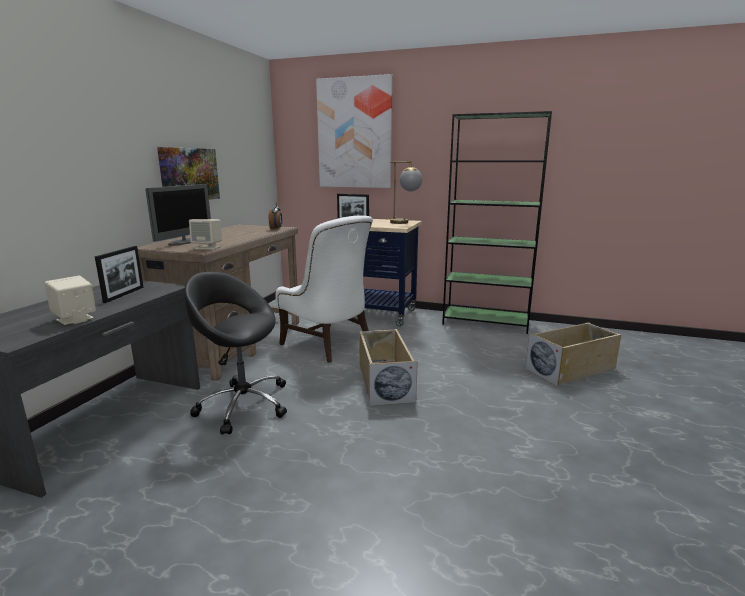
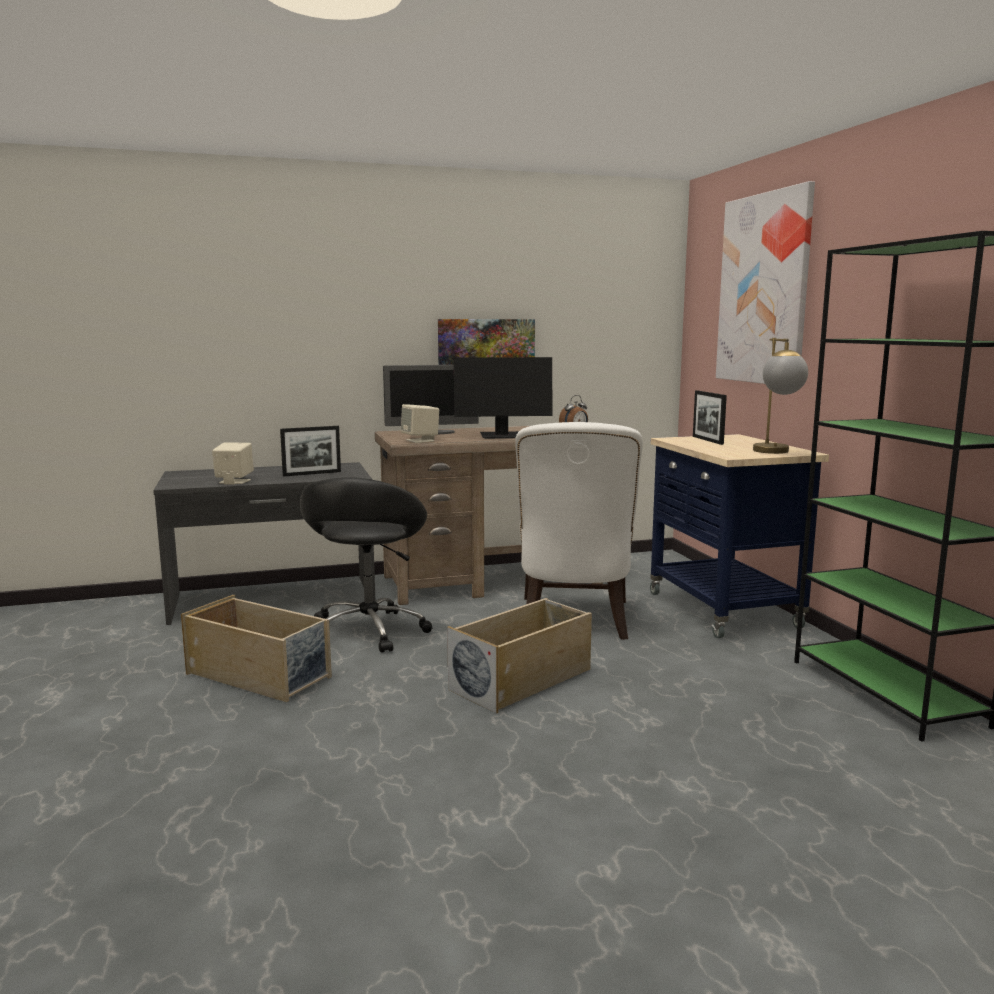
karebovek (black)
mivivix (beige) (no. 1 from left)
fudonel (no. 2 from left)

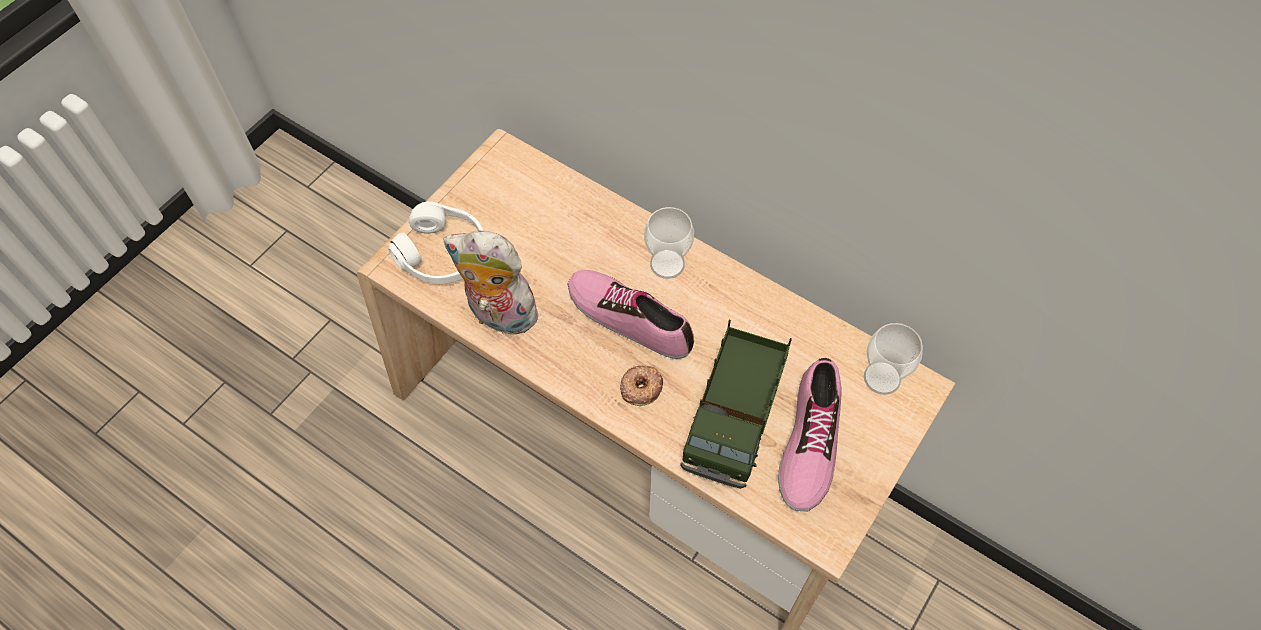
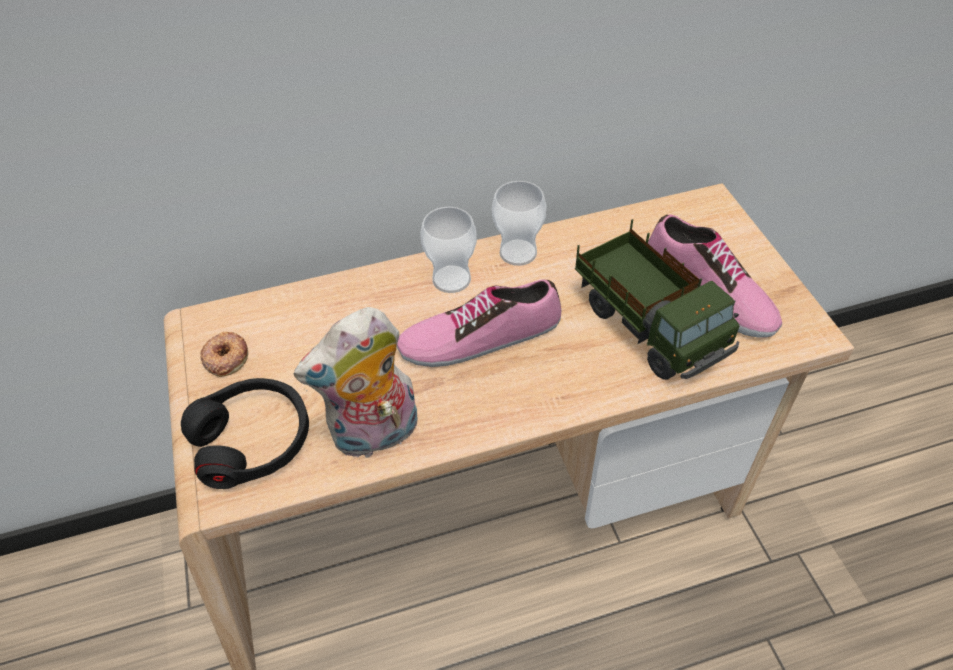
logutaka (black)
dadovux
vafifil (no. 2 from left)

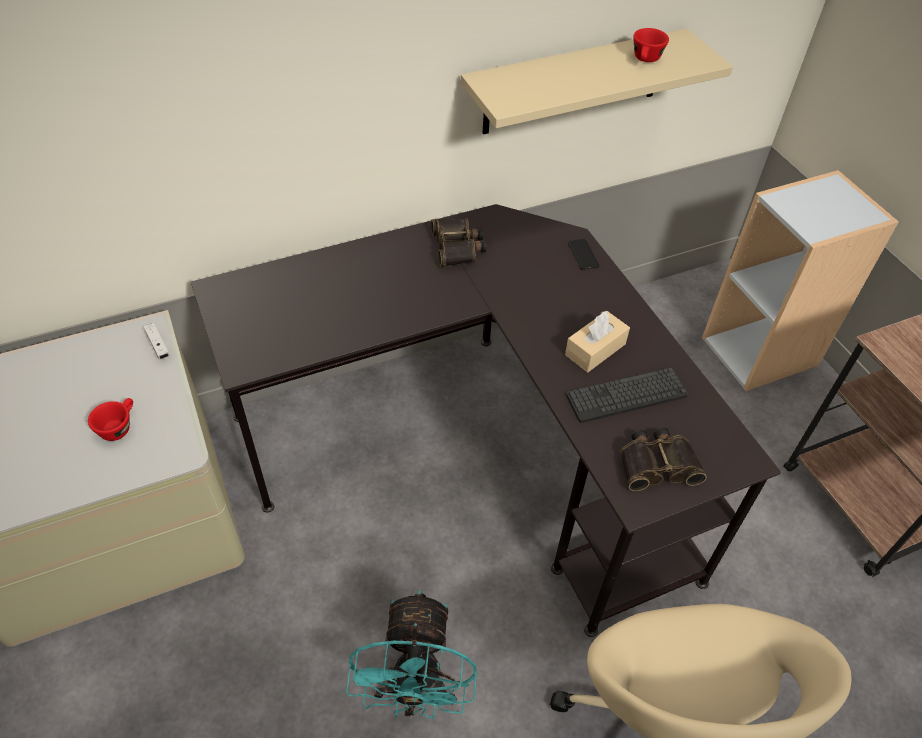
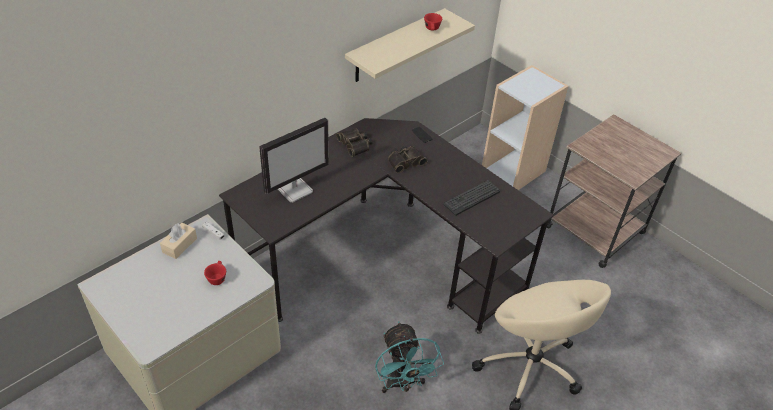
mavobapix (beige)
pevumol (no. 2 from left)
fudonel

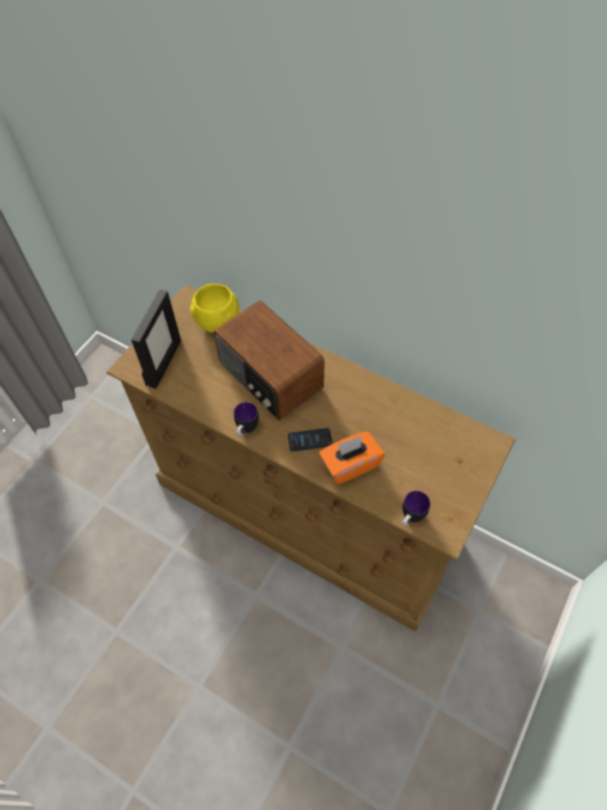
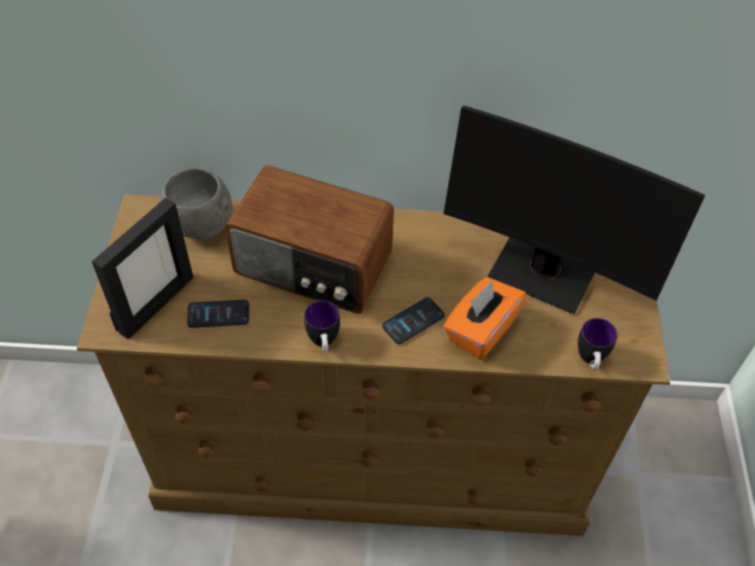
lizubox
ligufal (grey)
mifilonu (no. 1 from left)
fudonel

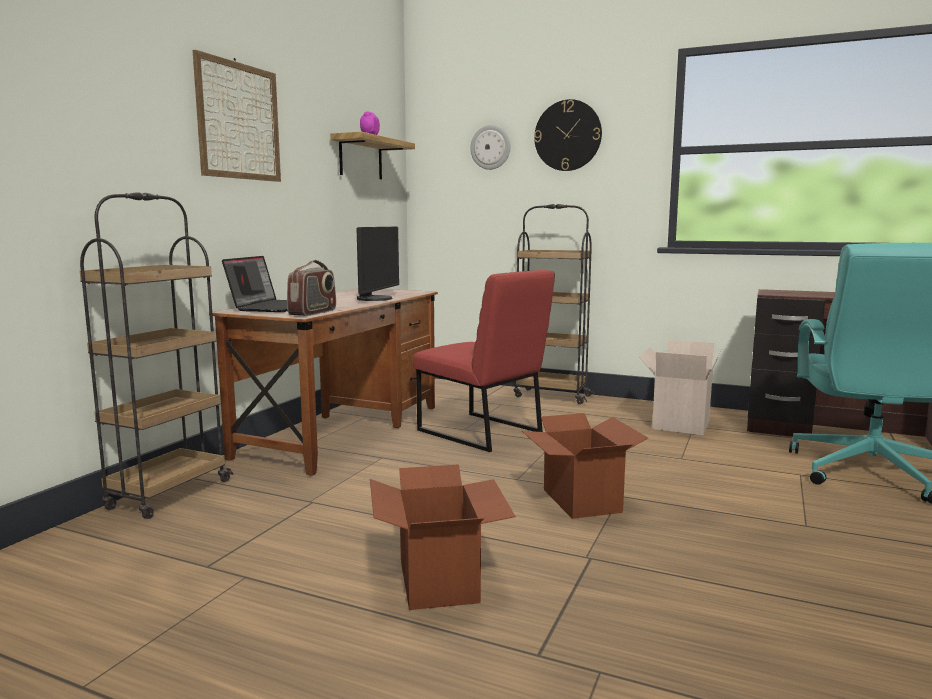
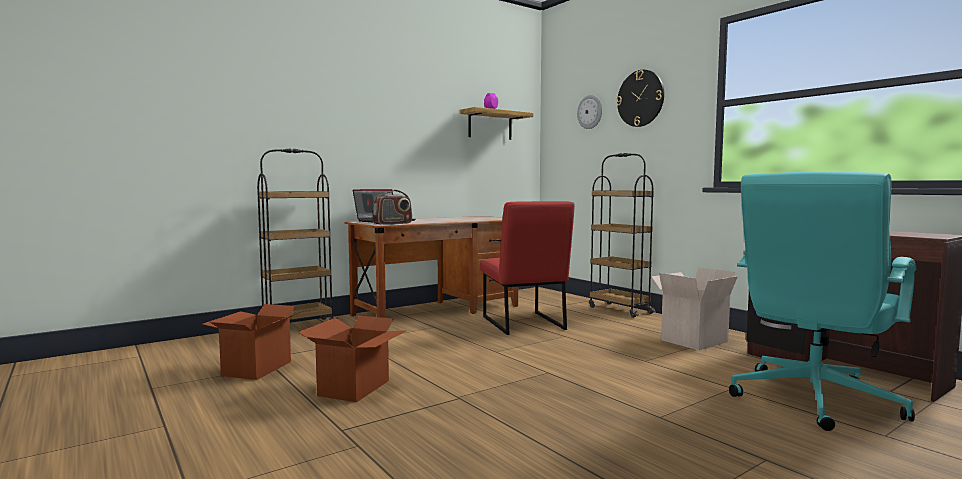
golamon
fudonel
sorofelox (no. 1 from left)

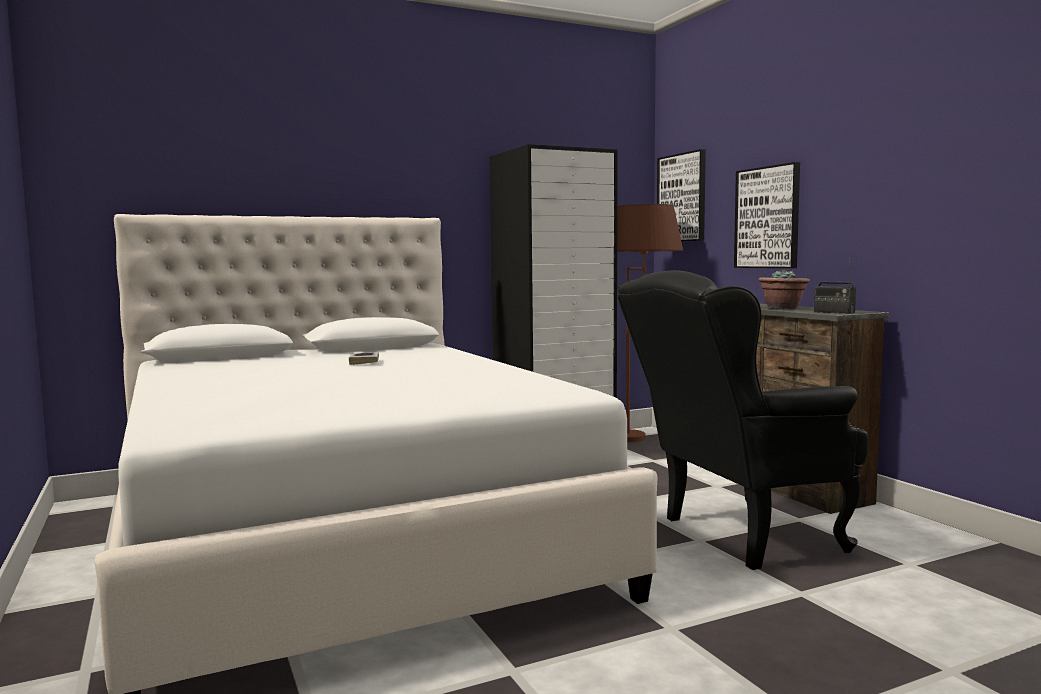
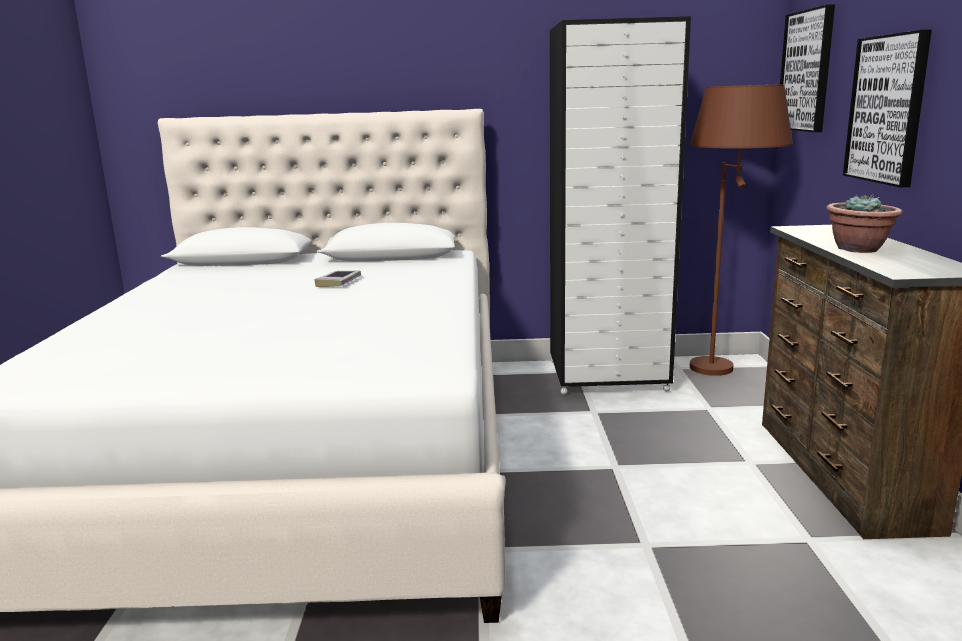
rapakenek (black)
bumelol

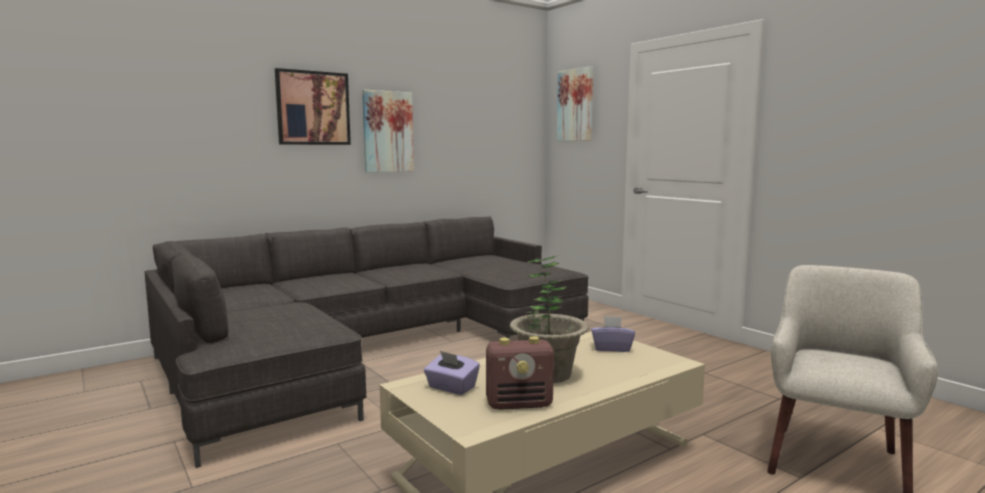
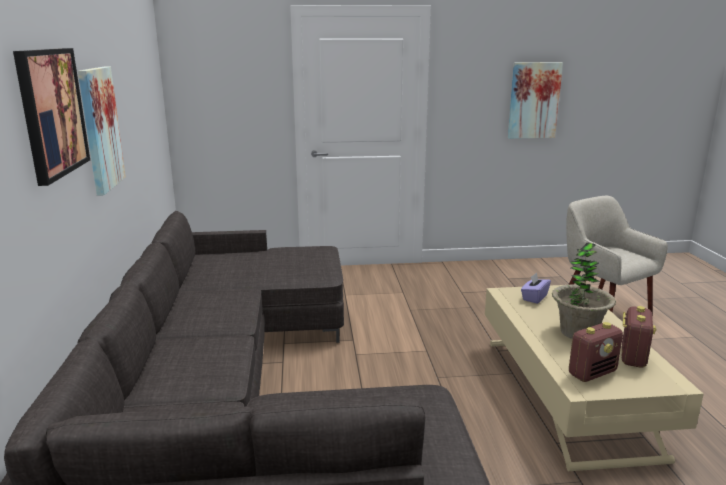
bumelol (no. 1 from left)
golamon (no. 3 from left)

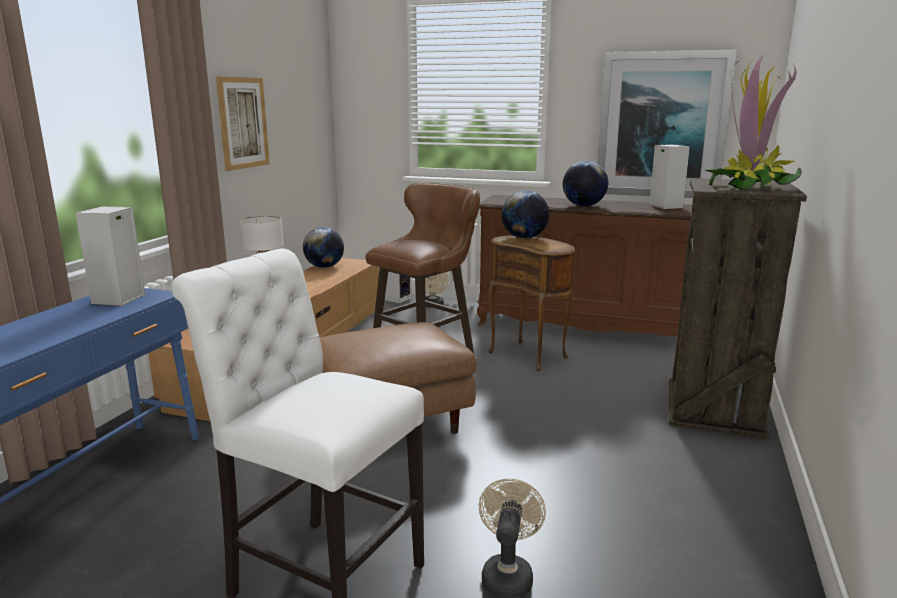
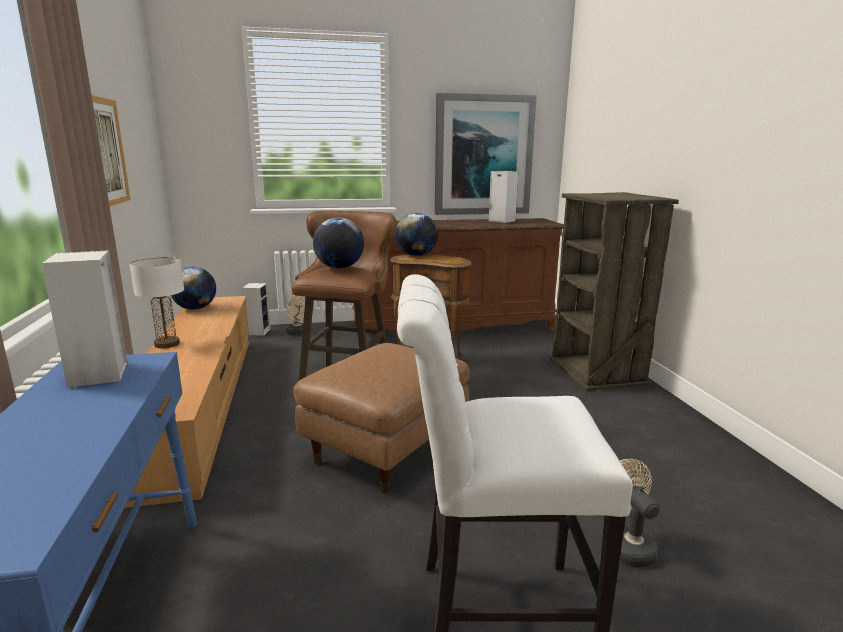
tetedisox (no. 2 from left)
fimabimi

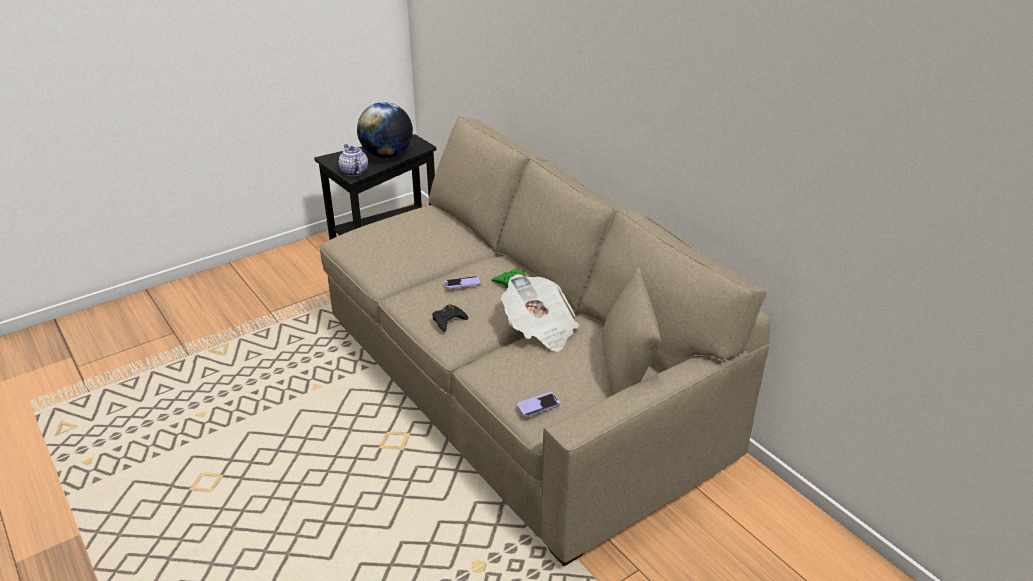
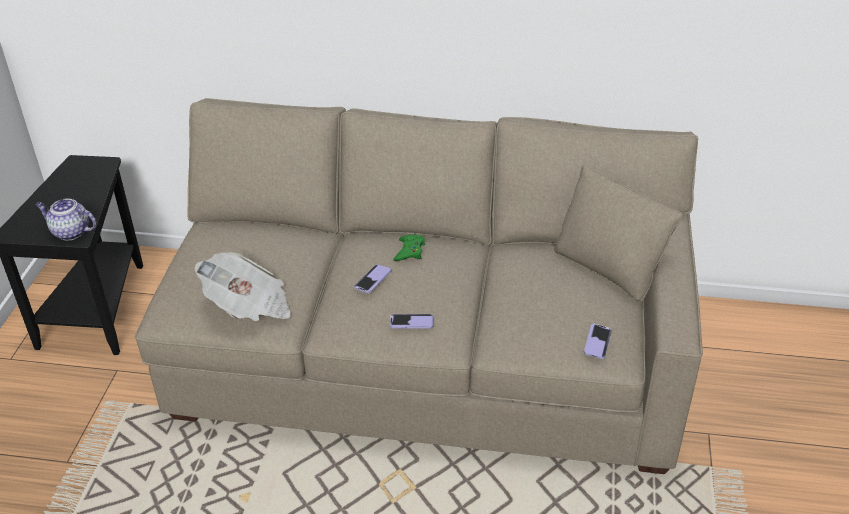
tetedisox
mifilonu (no. 2 from left)
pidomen

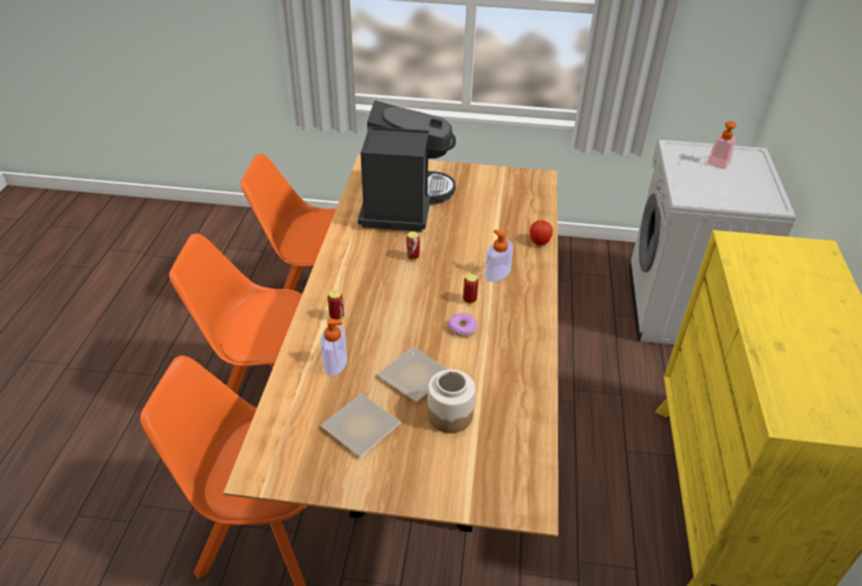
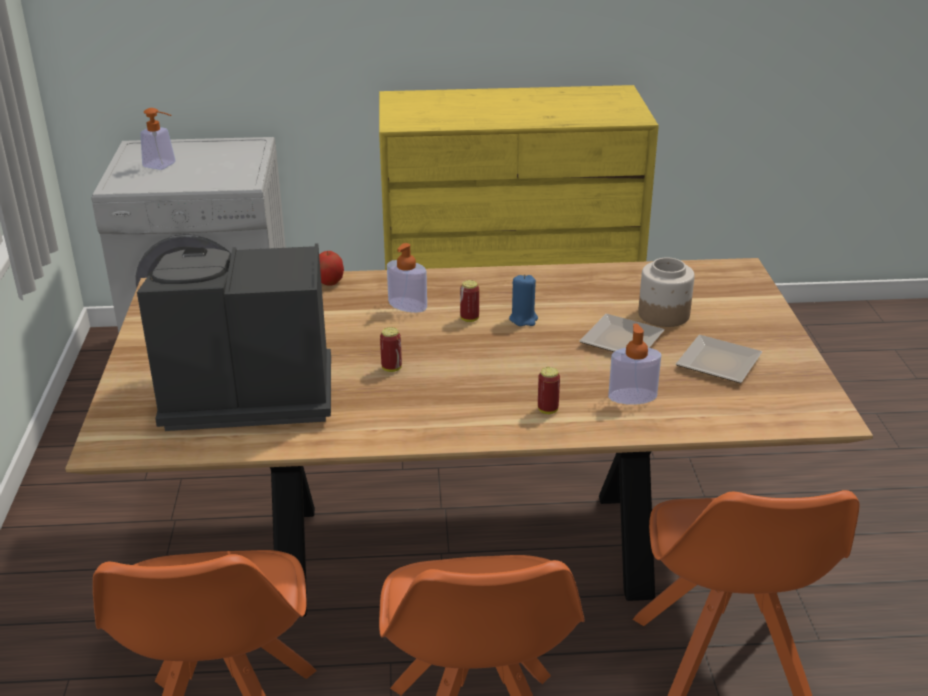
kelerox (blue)

